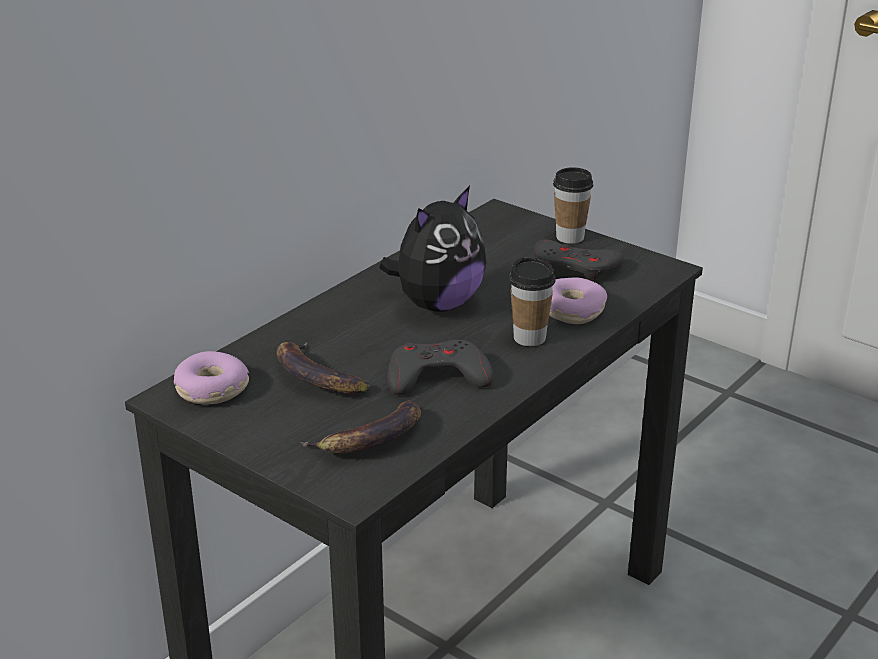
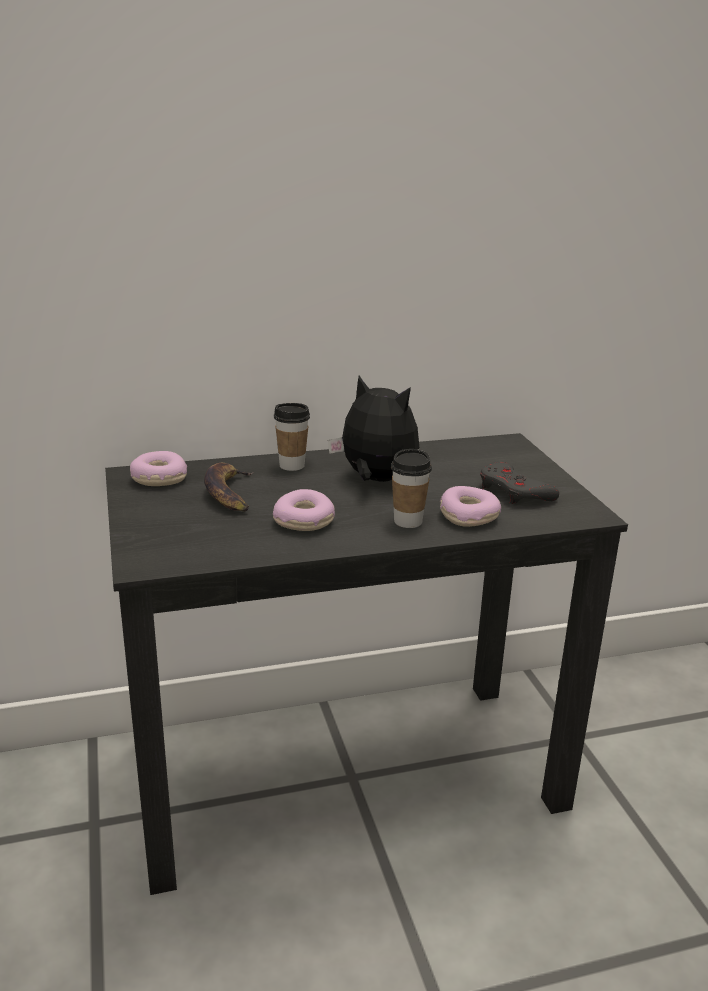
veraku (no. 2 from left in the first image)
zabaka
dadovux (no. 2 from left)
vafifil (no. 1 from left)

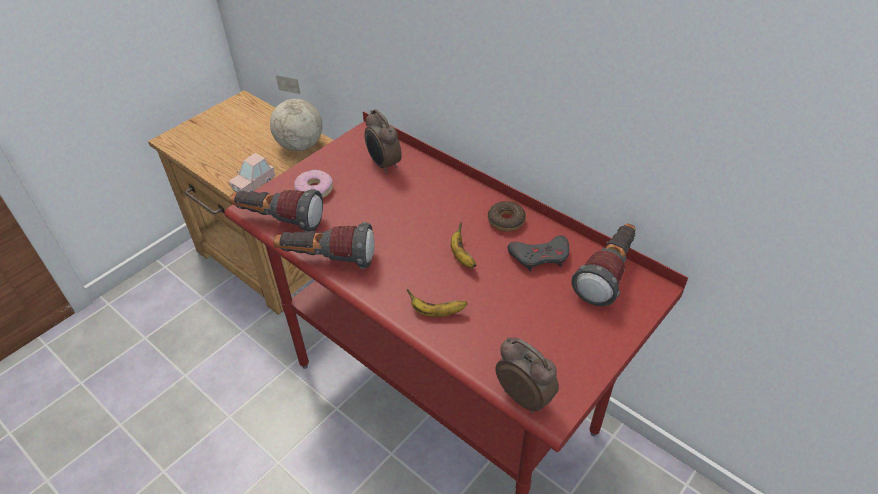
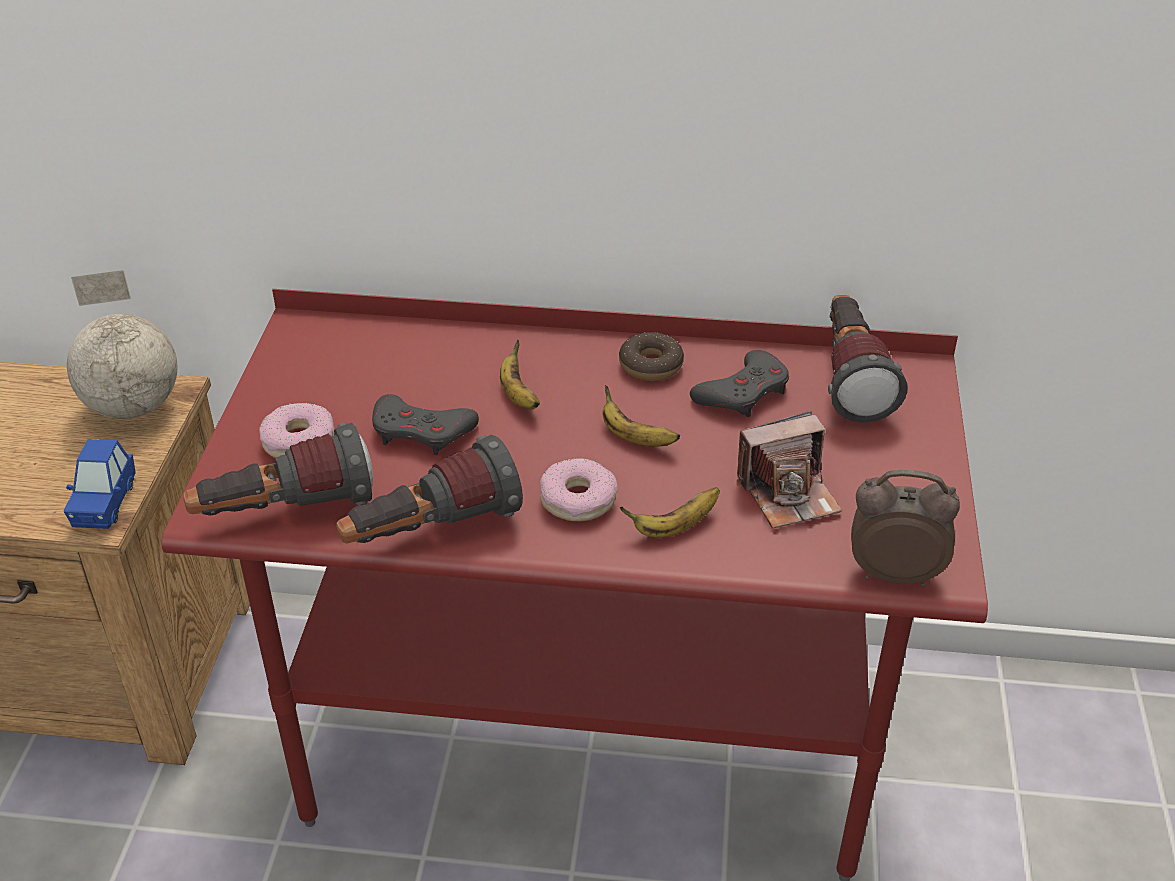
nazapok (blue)
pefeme (no. 1 from left in the first image)
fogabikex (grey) (no. 1 from left)
veraku (no. 1 from left)
dadovux (no. 2 from left)
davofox

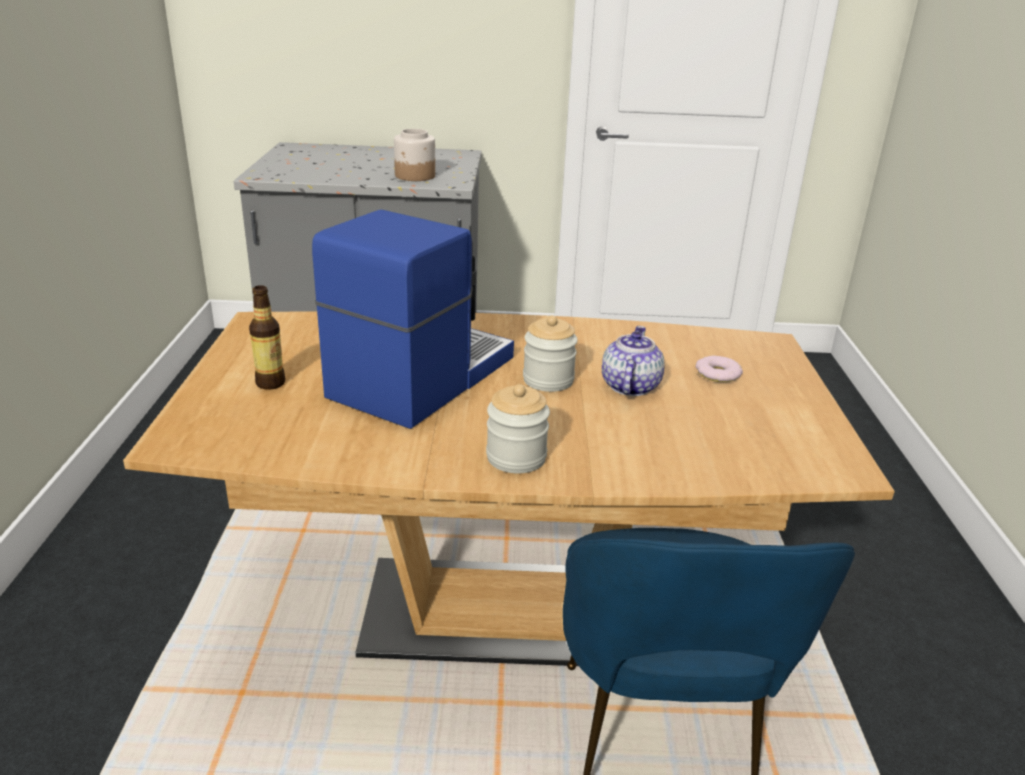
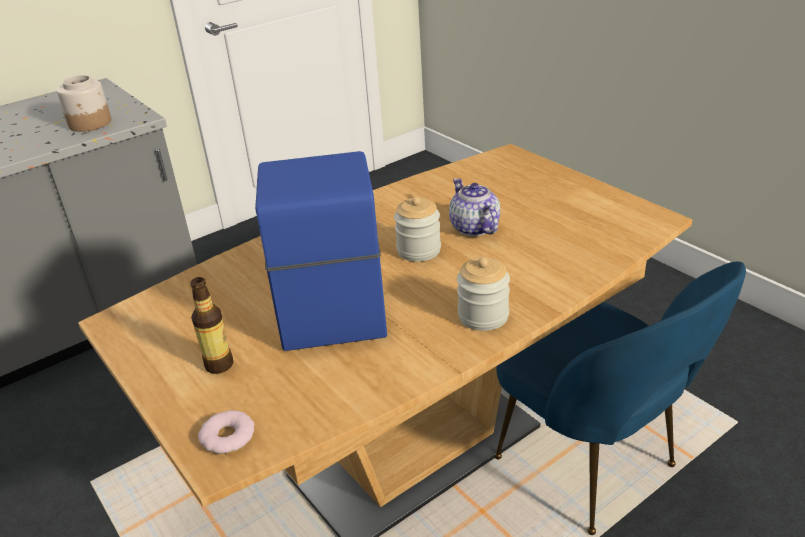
dadovux

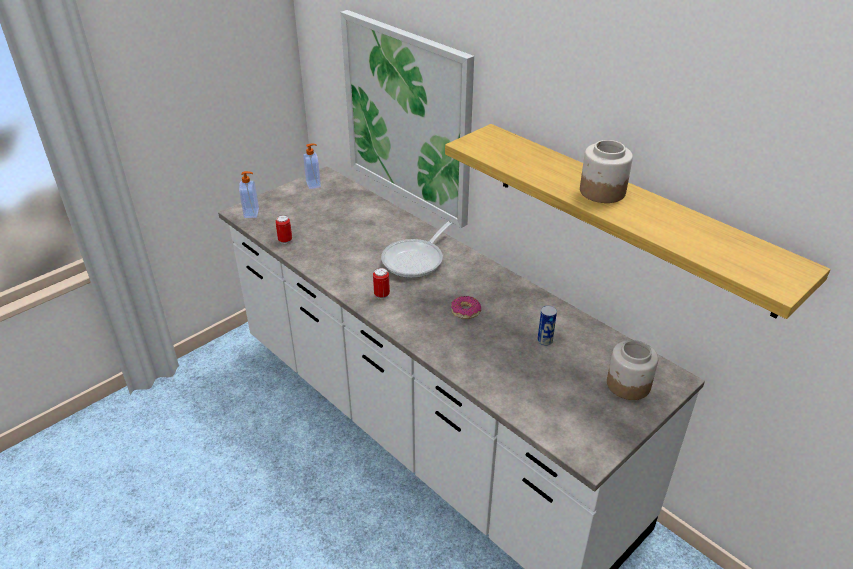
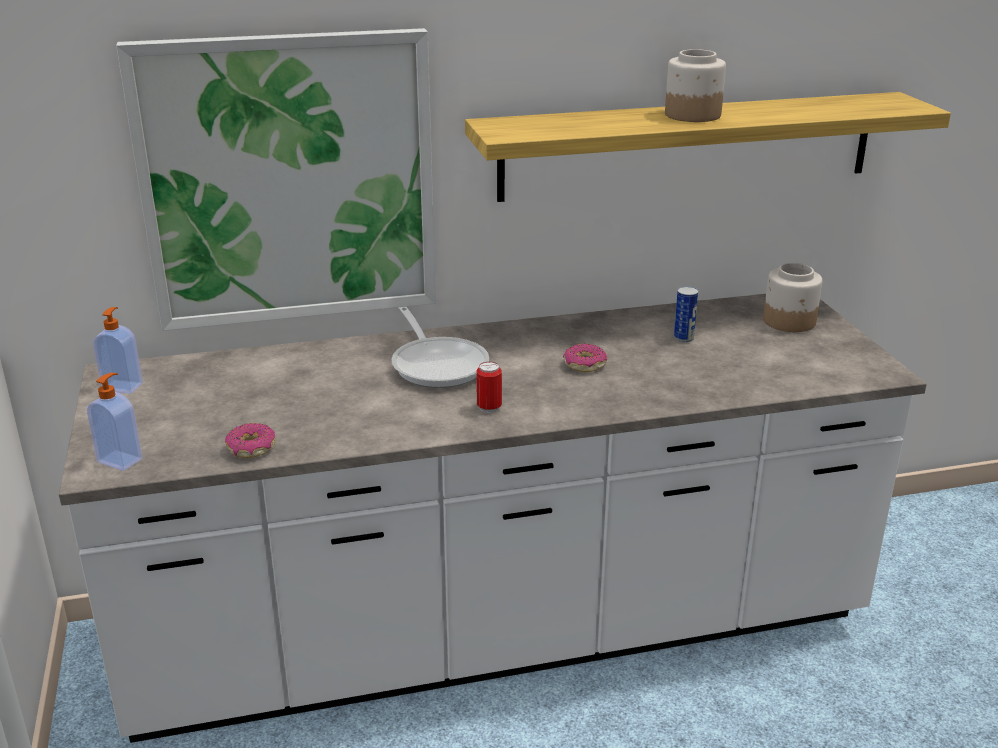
dadovux (no. 1 from left)

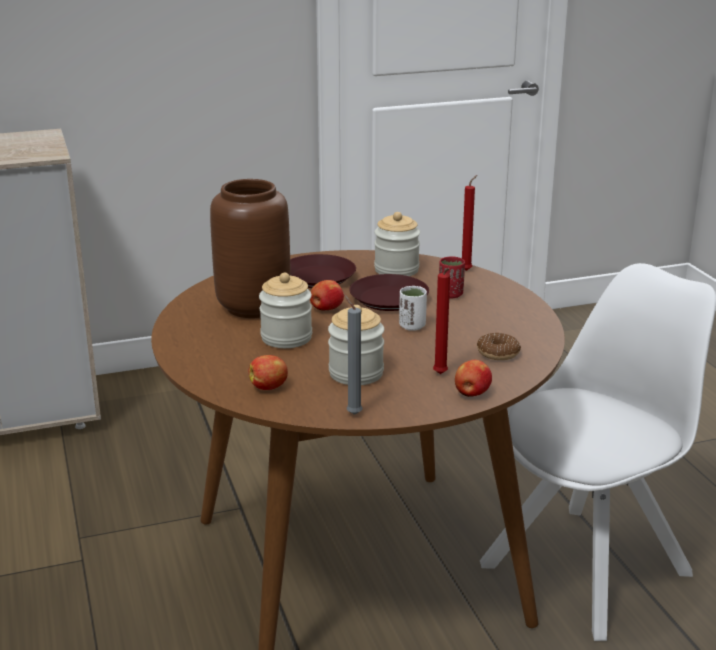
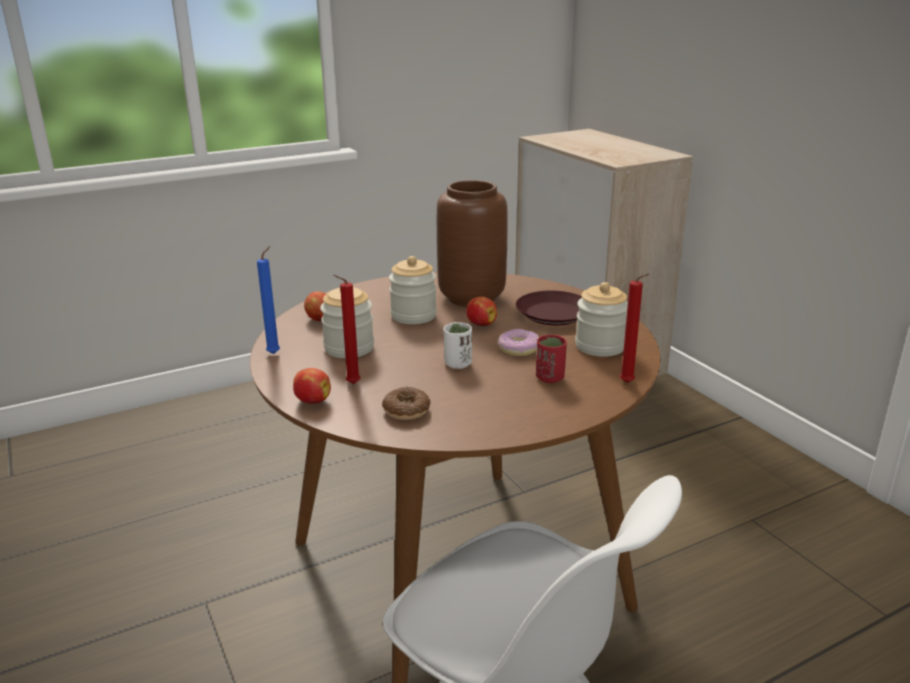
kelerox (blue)
dadovux (no. 2 from left)

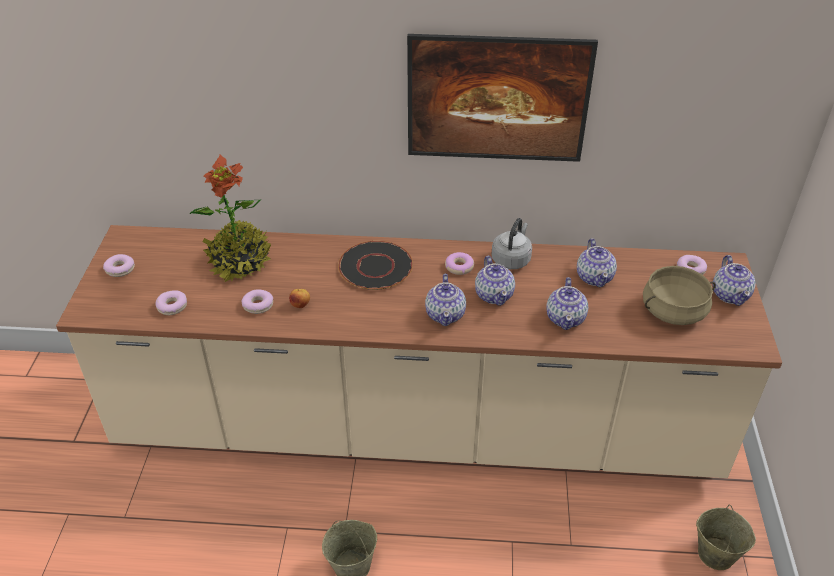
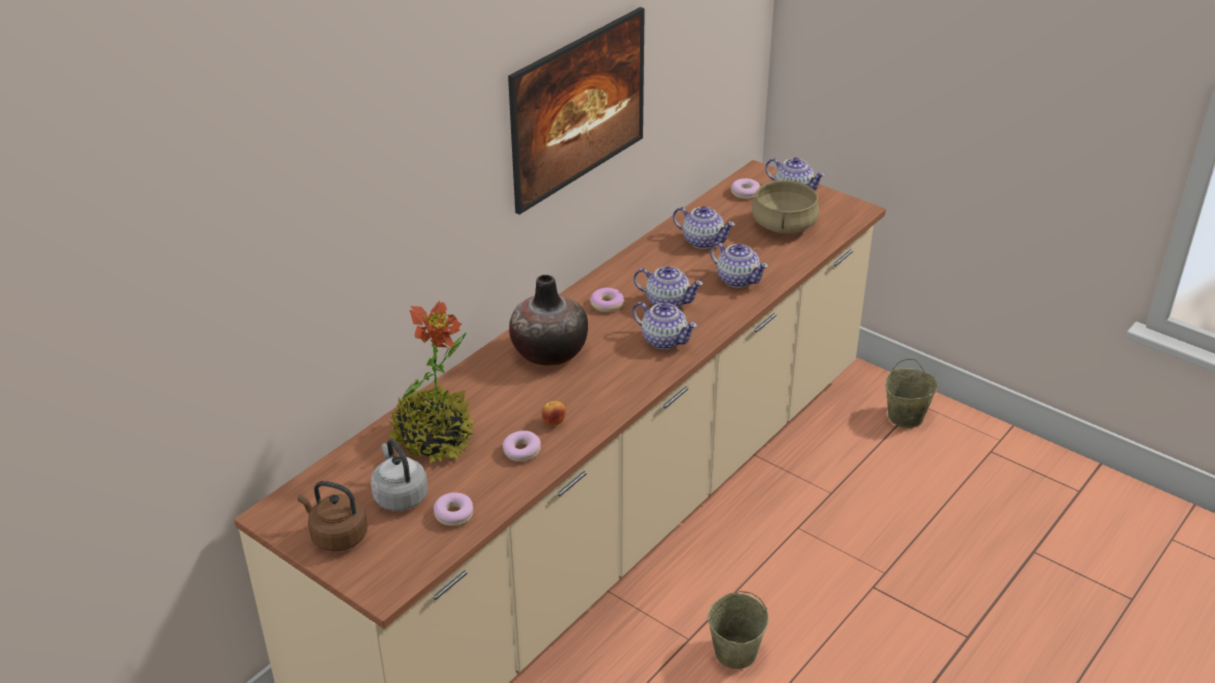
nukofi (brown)
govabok
nukofi (grey)

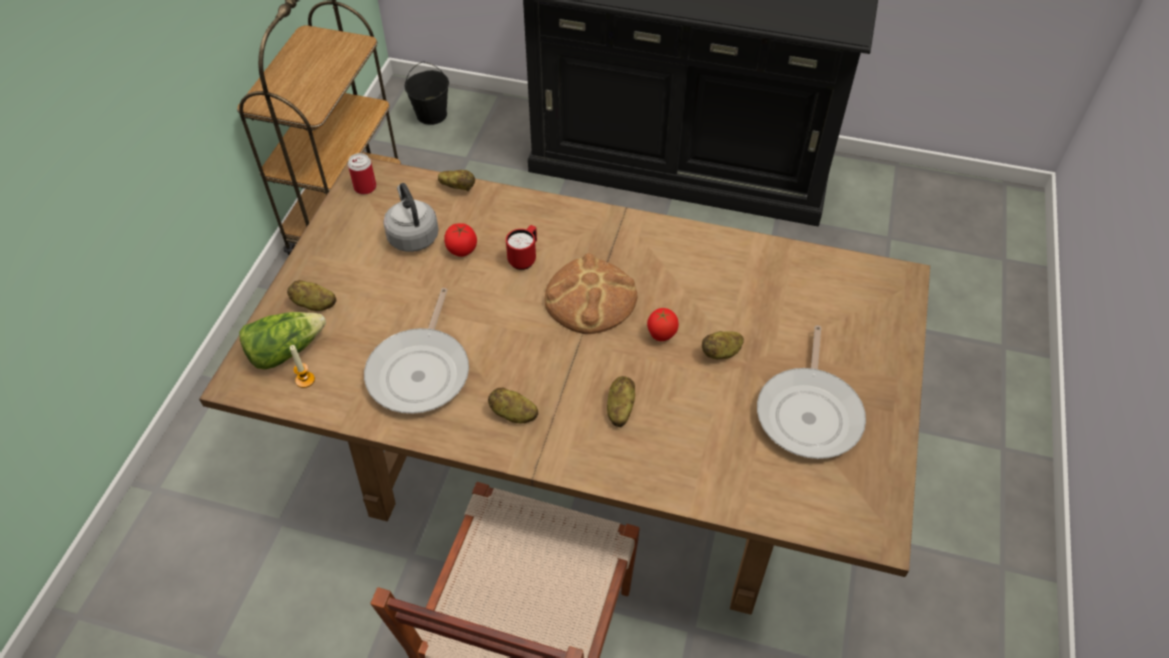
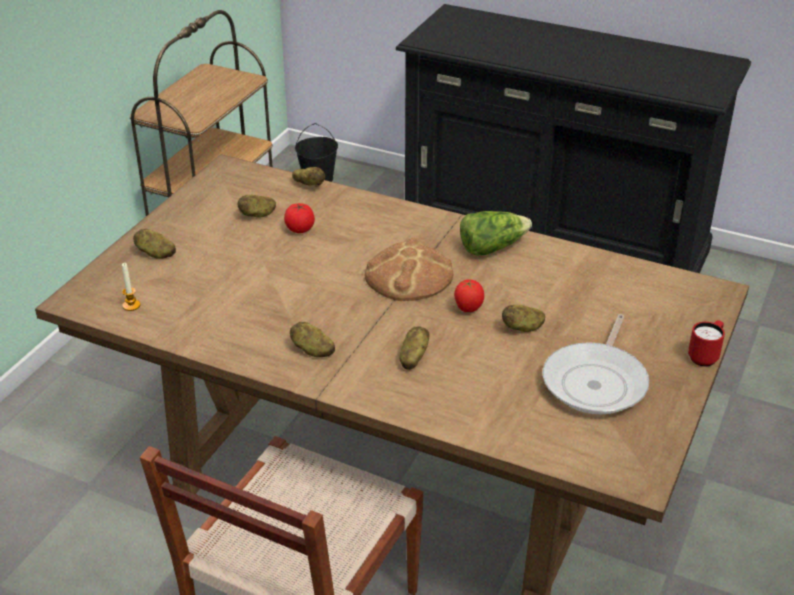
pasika
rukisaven
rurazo (no. 1 from left in the first image)
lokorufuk (no. 2 from left)
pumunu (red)

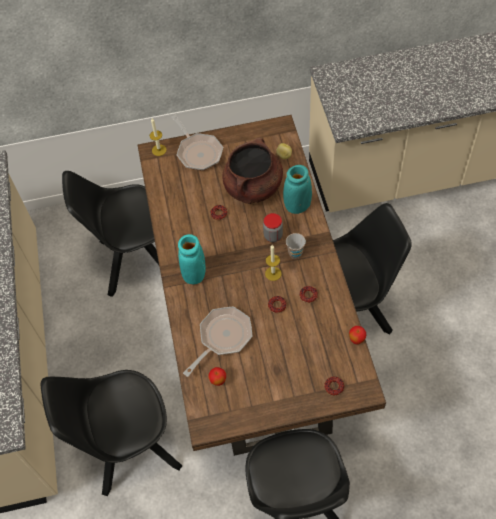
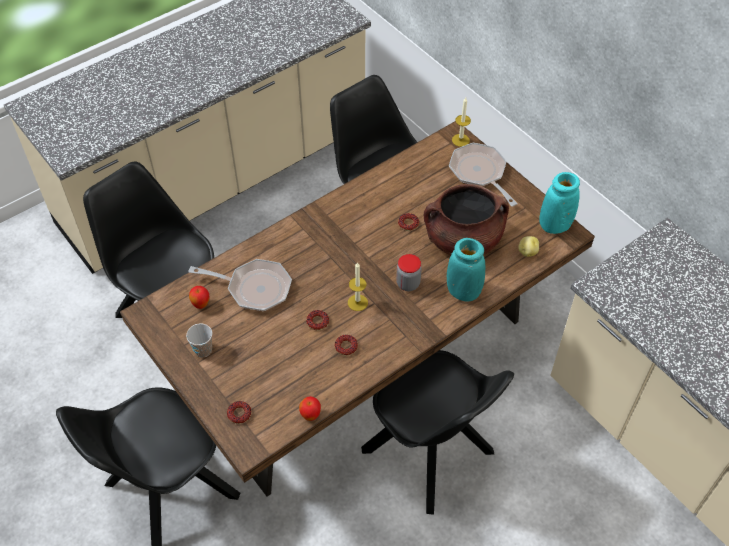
rurazo (no. 2 from left)
govabok (turquoise) (no. 2 from left)
vafifil

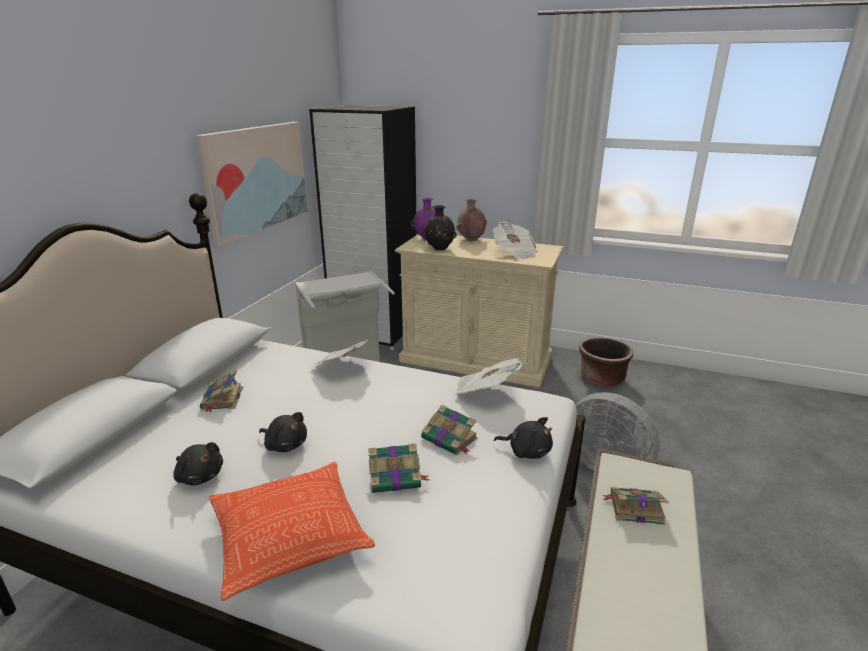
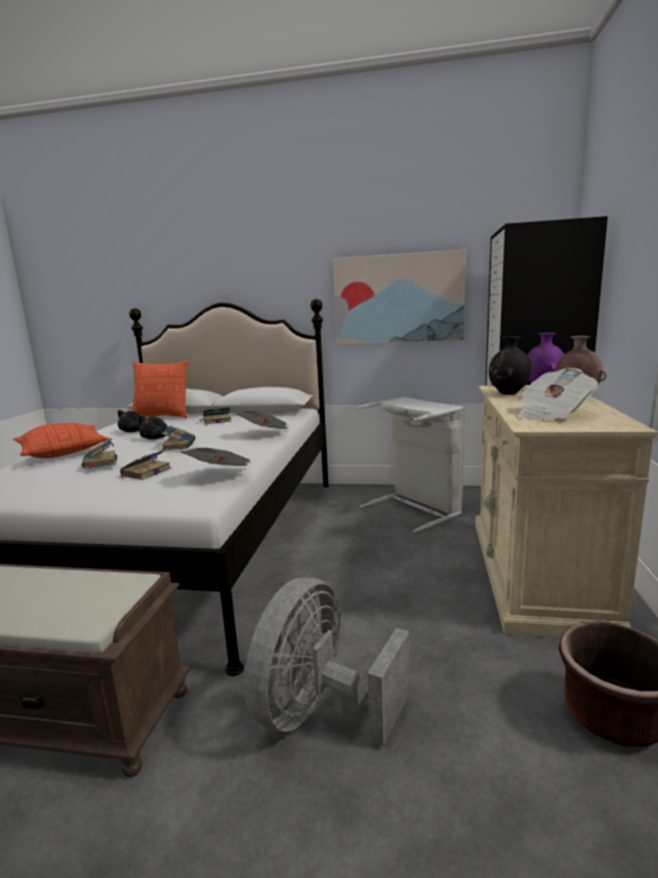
zabaka (black) (no. 3 from left in the first image)
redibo (no. 3 from left)
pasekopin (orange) (no. 2 from left)

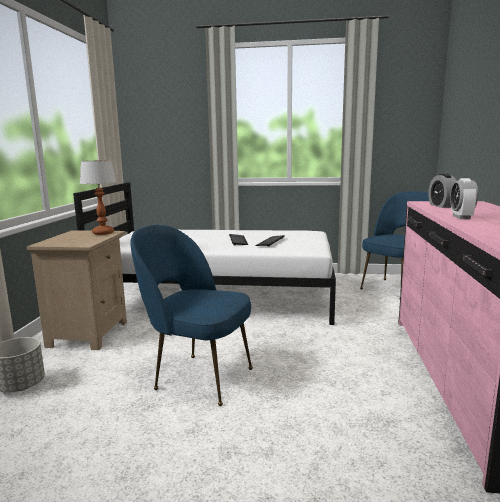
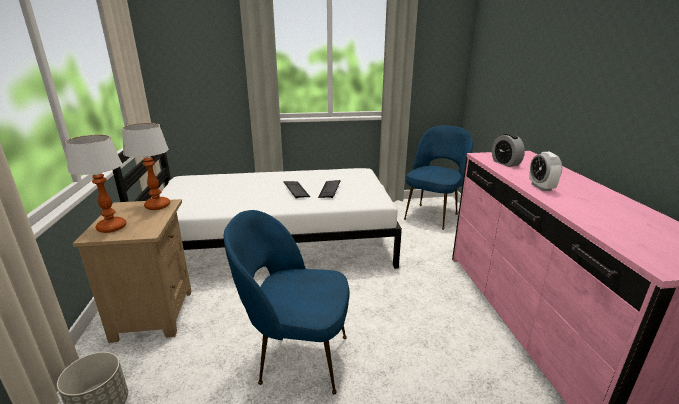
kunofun (no. 1 from left)

